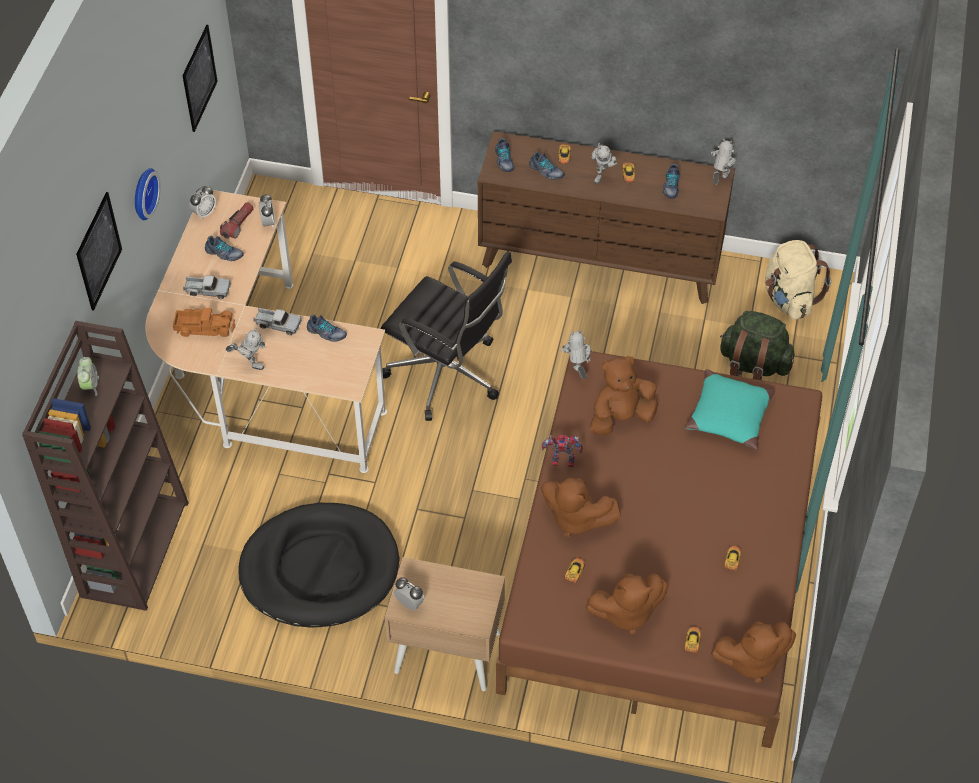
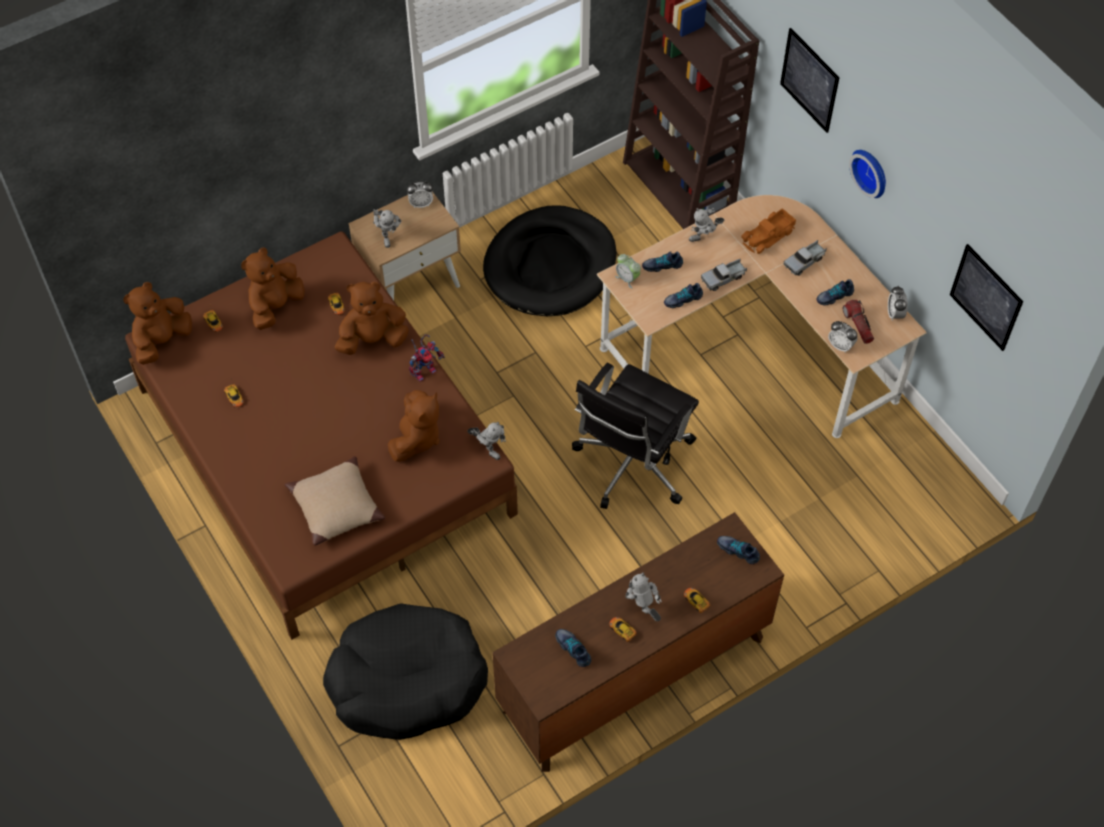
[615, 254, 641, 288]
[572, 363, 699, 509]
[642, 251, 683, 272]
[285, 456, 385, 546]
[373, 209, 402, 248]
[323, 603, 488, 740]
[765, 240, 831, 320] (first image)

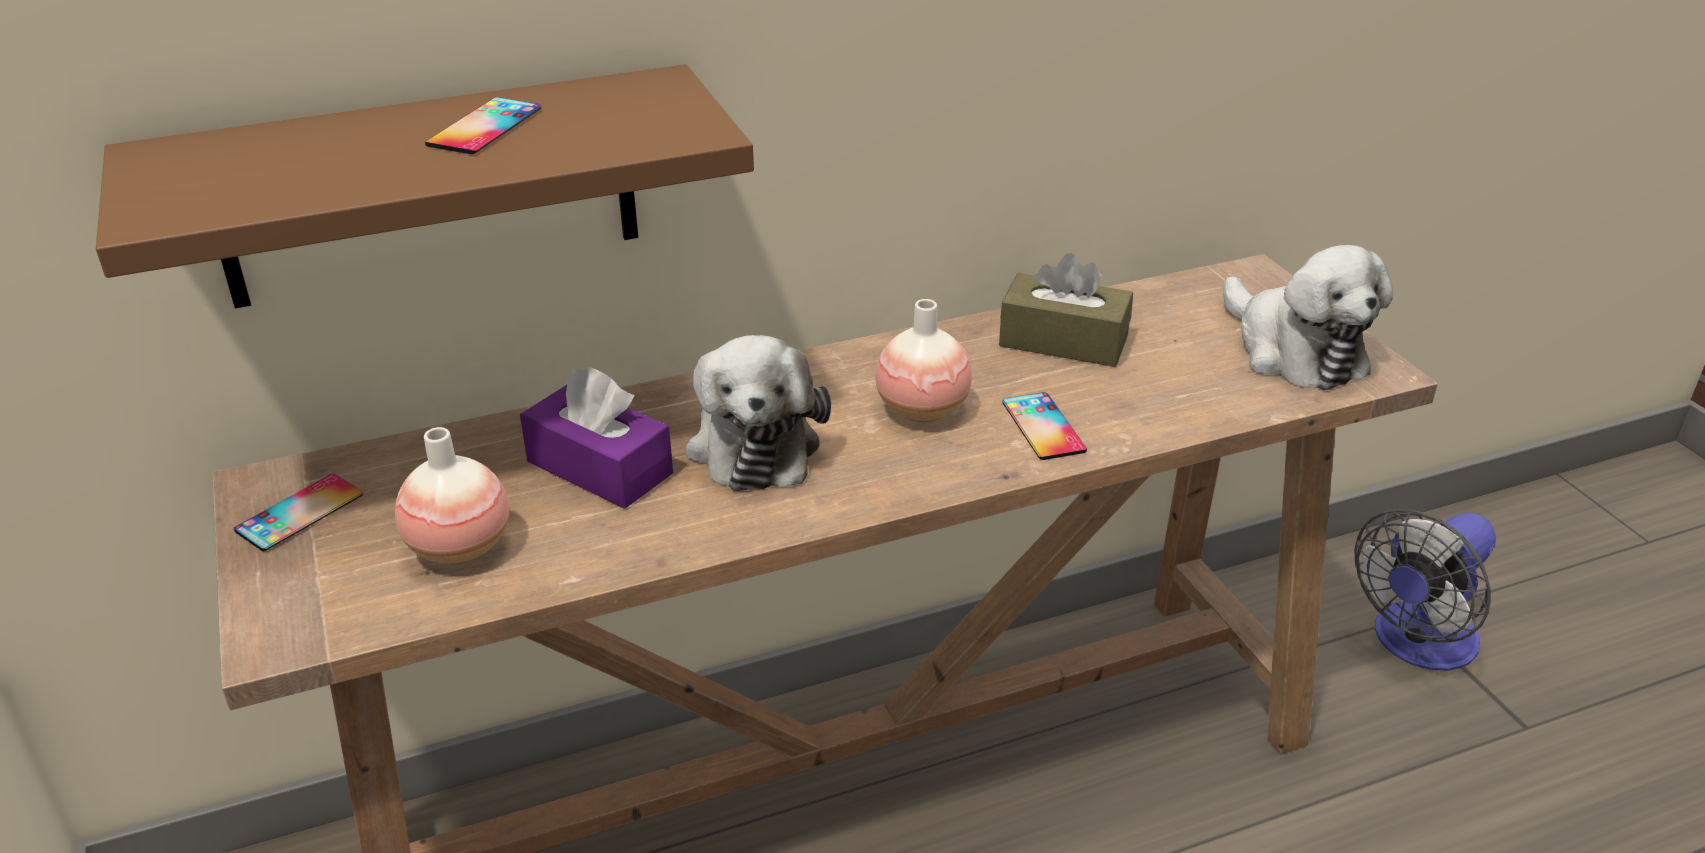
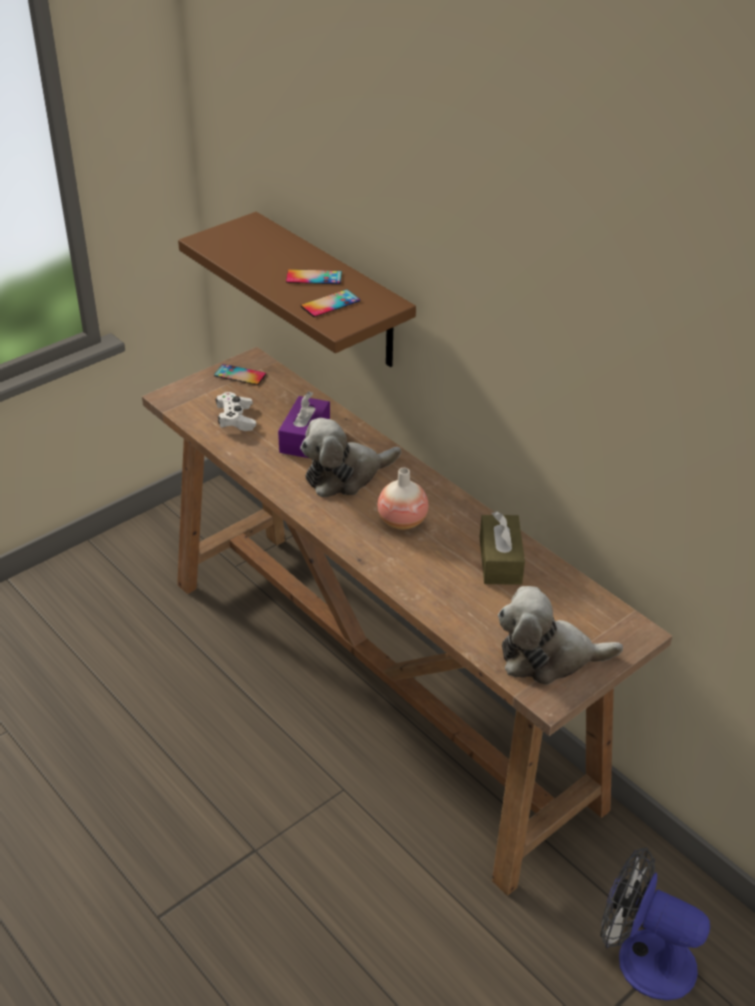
[215, 392, 256, 431]
[301, 289, 360, 317]
[498, 586, 623, 685]

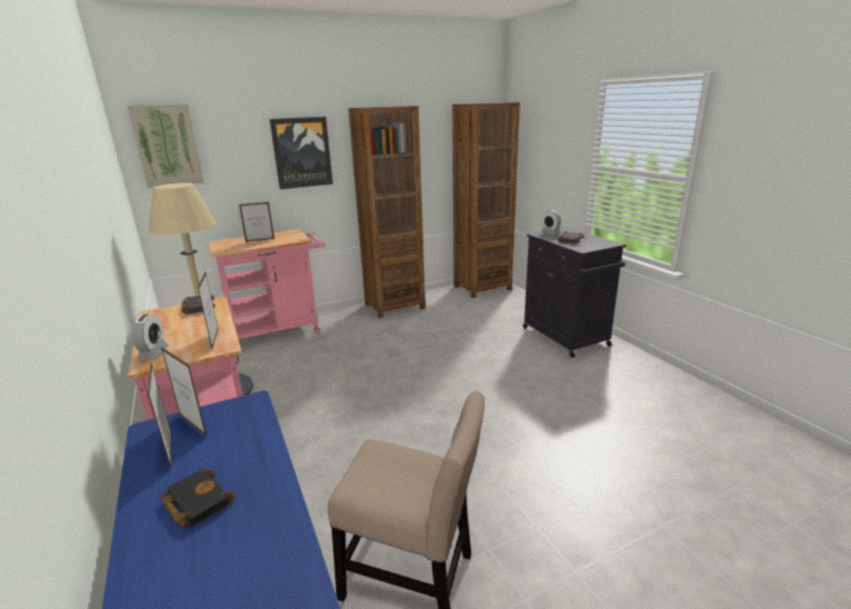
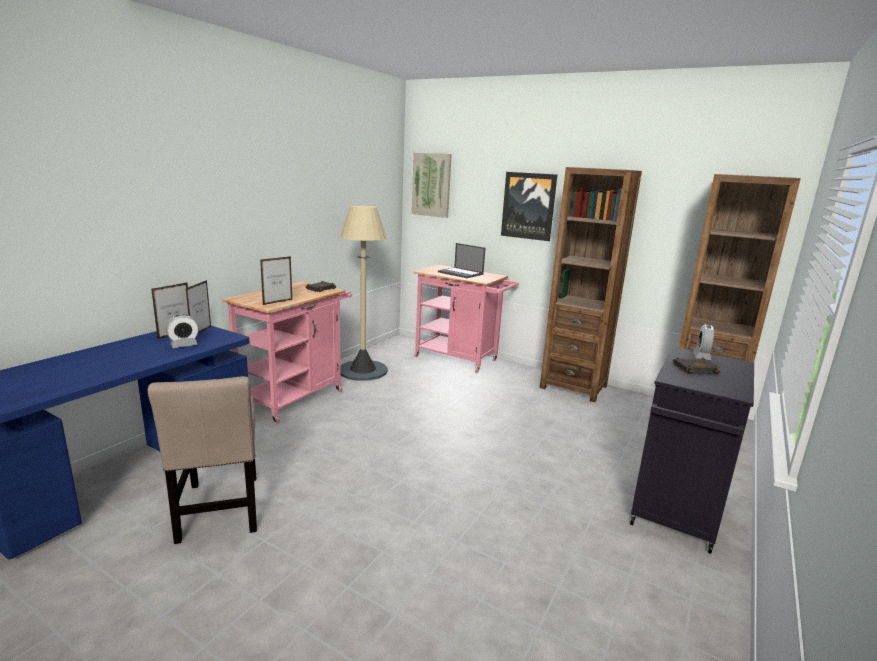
[166, 314, 199, 348]
[160, 469, 235, 528] (first image)
[438, 243, 485, 278]

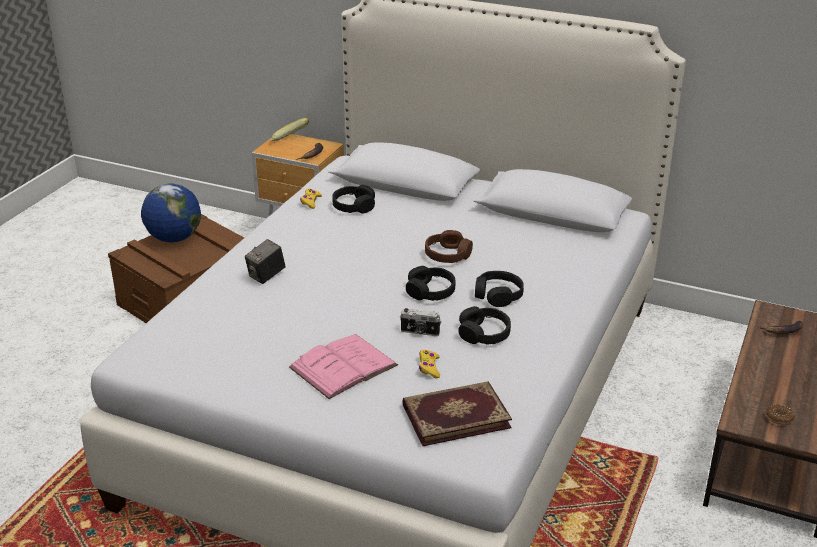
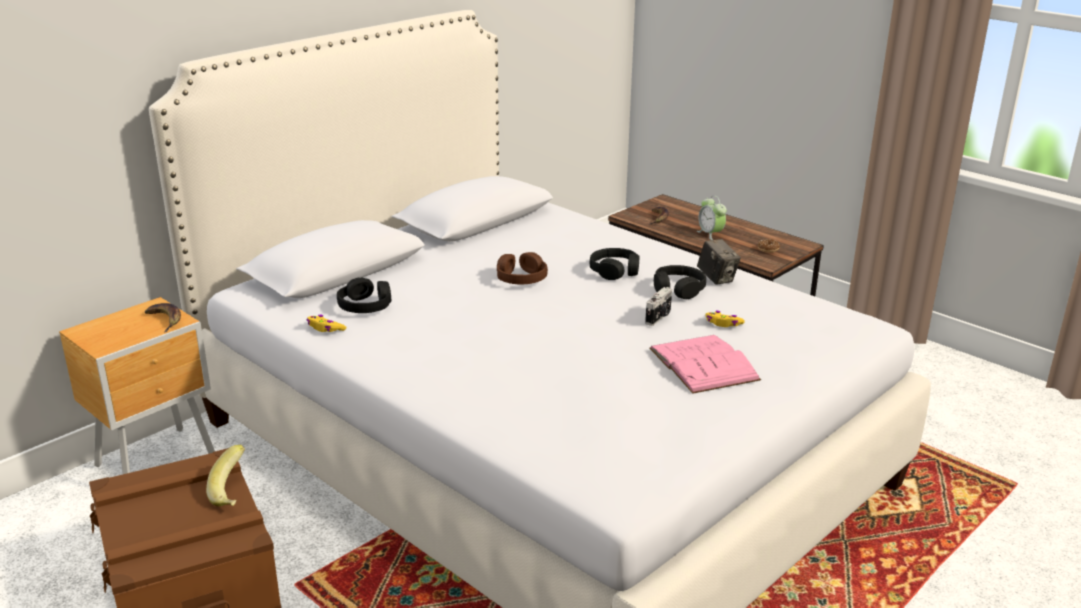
[141, 184, 201, 243] (first image)
[697, 239, 741, 285]
[206, 445, 245, 507]
[403, 381, 512, 446] (first image)
[406, 266, 456, 301] (first image)
[697, 195, 727, 240]

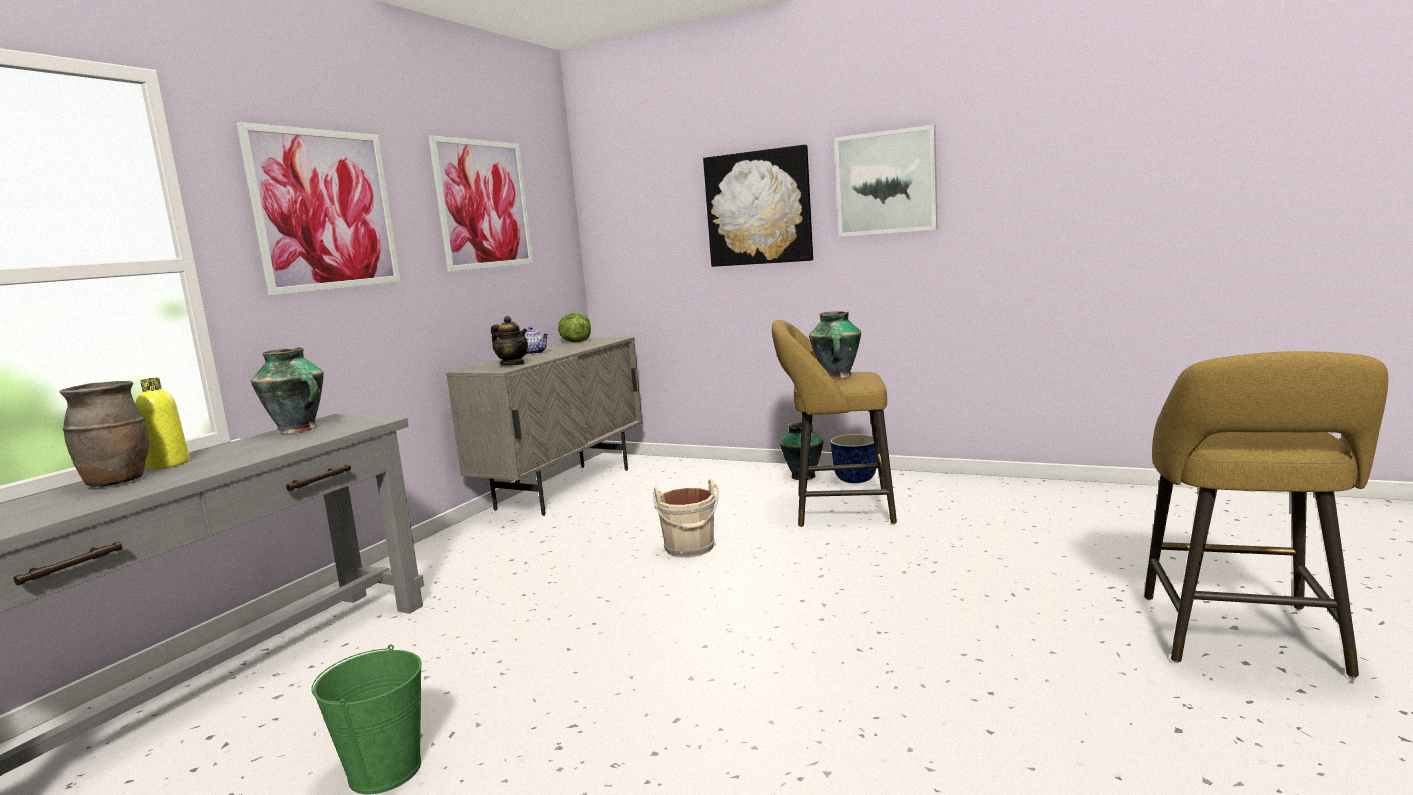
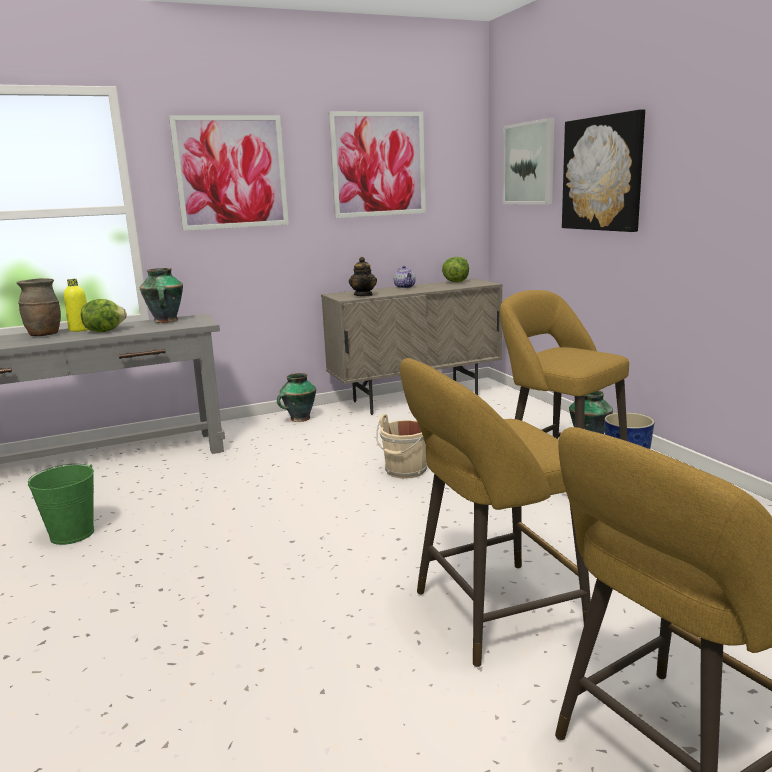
[277, 373, 316, 422]
[503, 118, 554, 205]
[81, 299, 127, 332]
[400, 358, 591, 667]

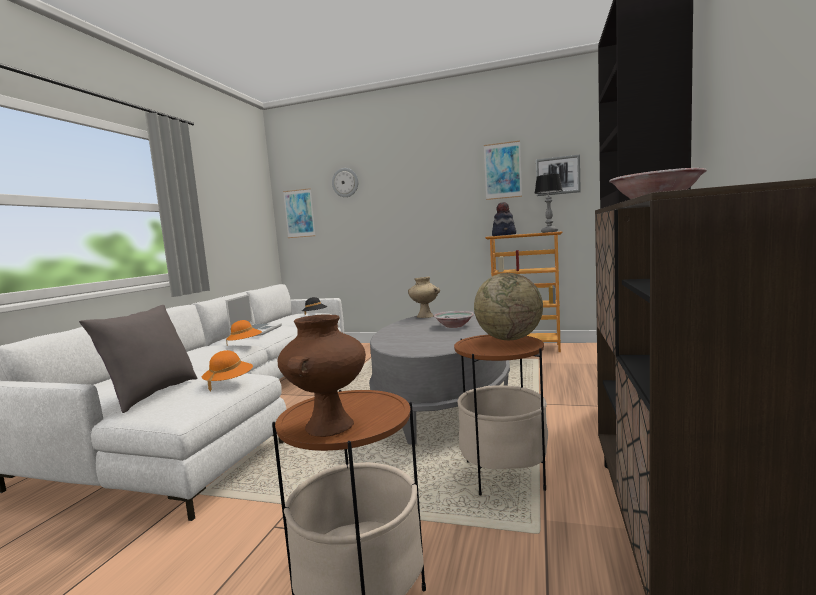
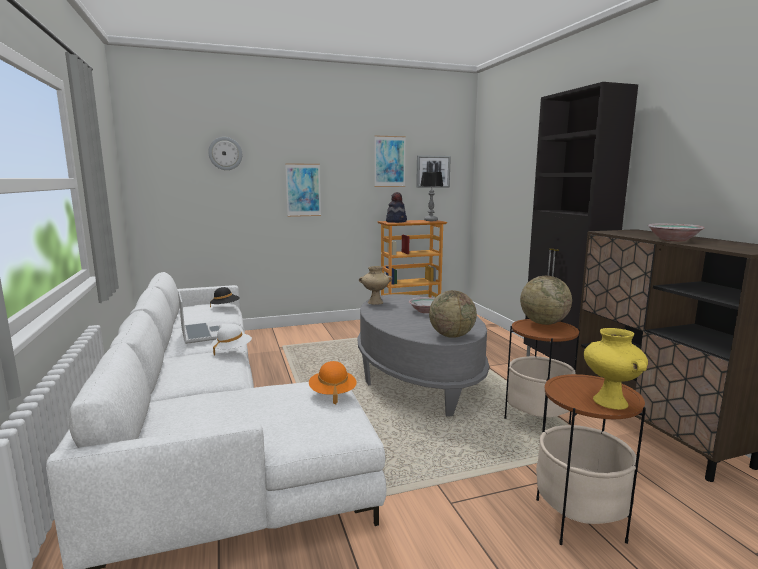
[79, 305, 198, 413] (first image)
[211, 324, 252, 356]
[584, 328, 648, 410]
[285, 163, 321, 217]
[429, 290, 477, 338]

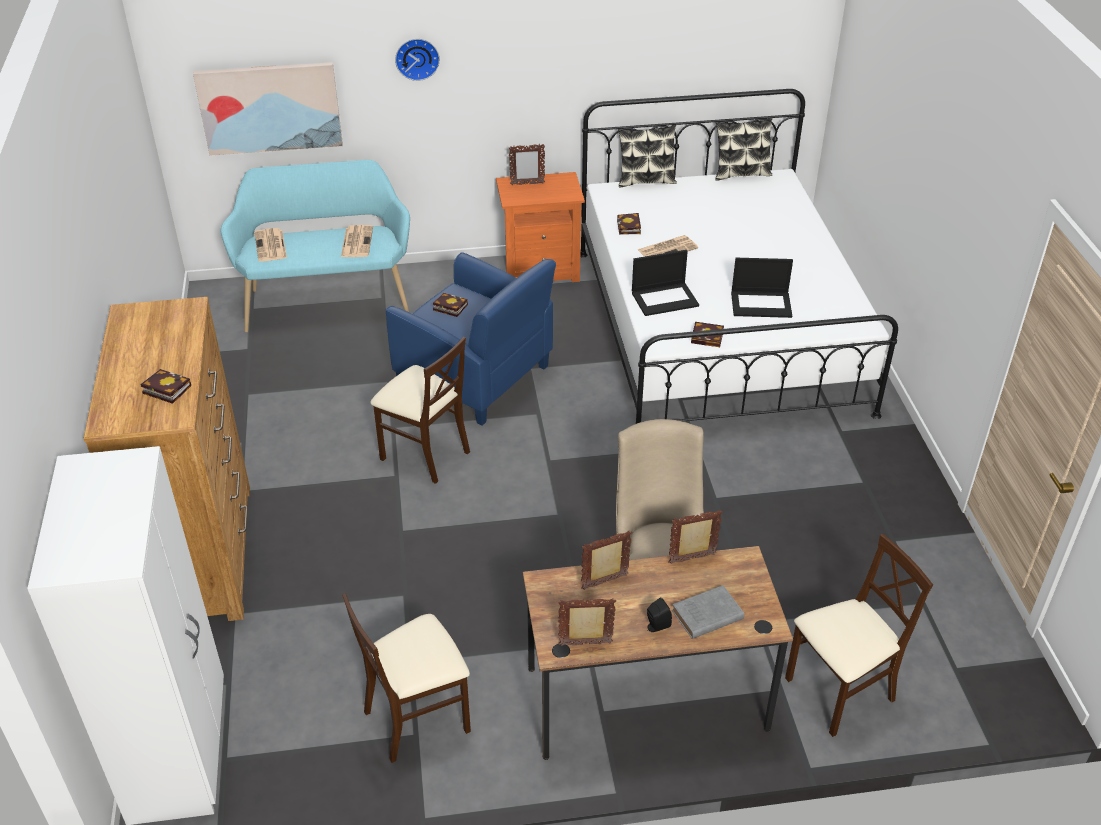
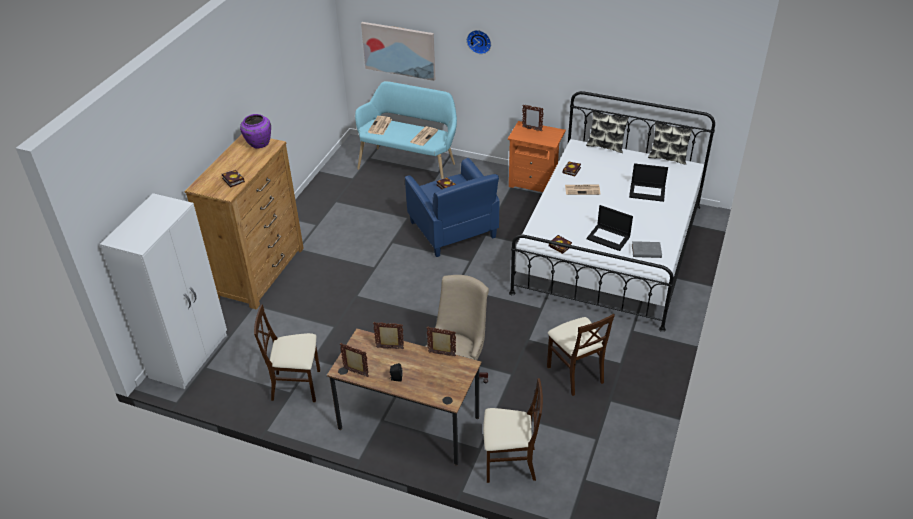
[547, 314, 615, 396]
[629, 163, 668, 202]
[632, 241, 662, 258]
[240, 114, 271, 149]

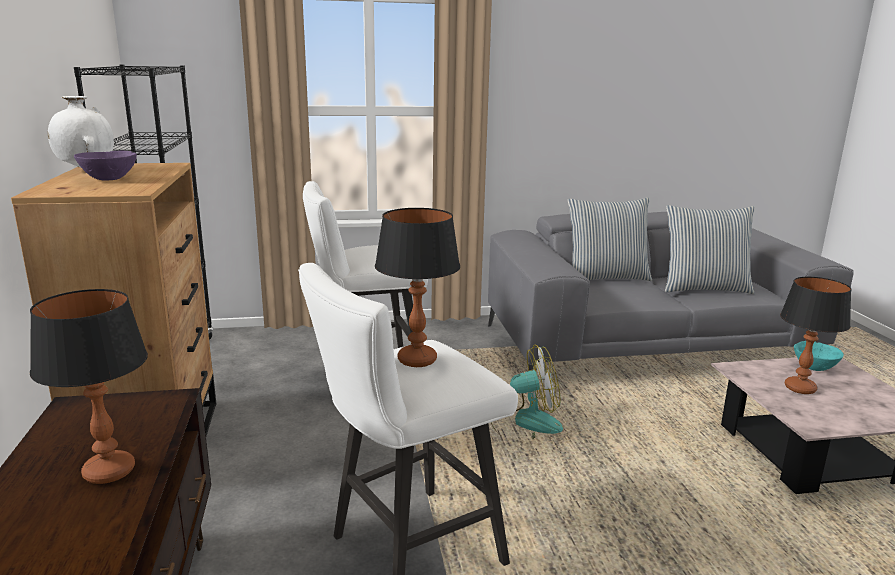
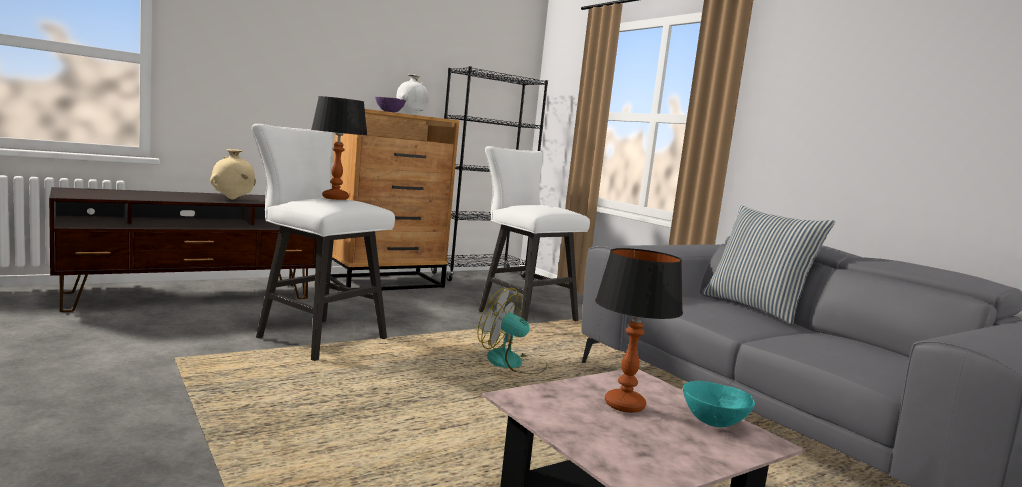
[210, 149, 256, 200]
[477, 288, 547, 374]
[665, 205, 755, 294] (first image)

